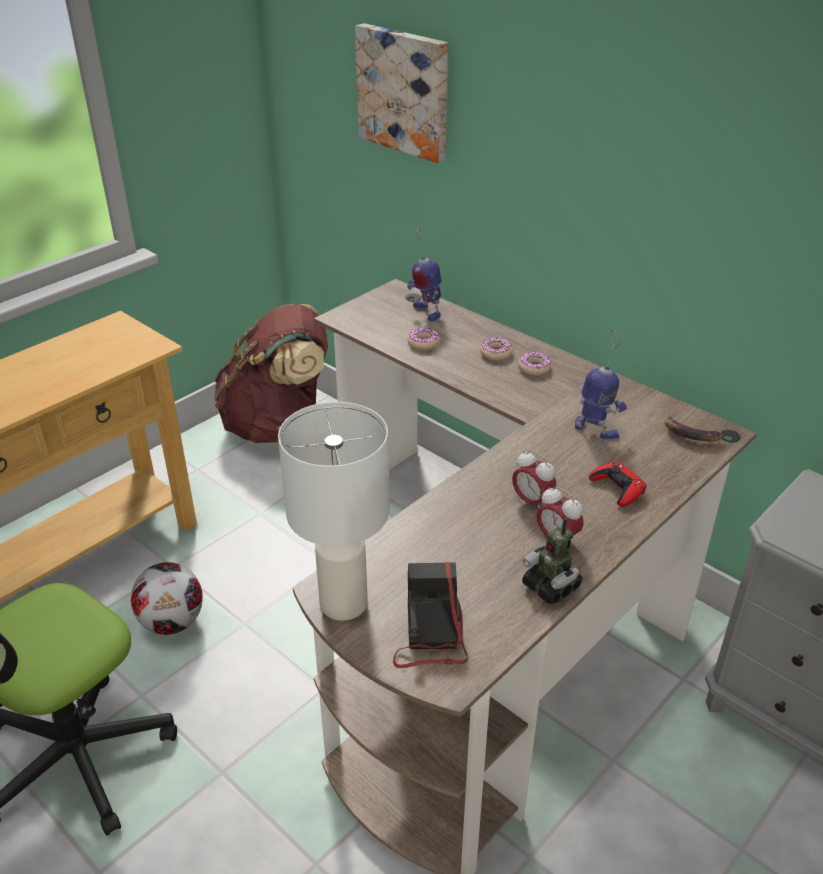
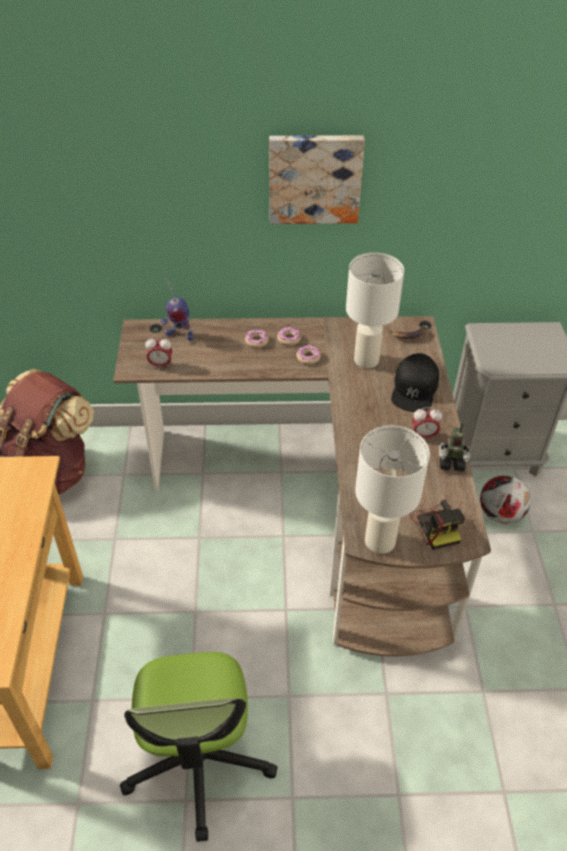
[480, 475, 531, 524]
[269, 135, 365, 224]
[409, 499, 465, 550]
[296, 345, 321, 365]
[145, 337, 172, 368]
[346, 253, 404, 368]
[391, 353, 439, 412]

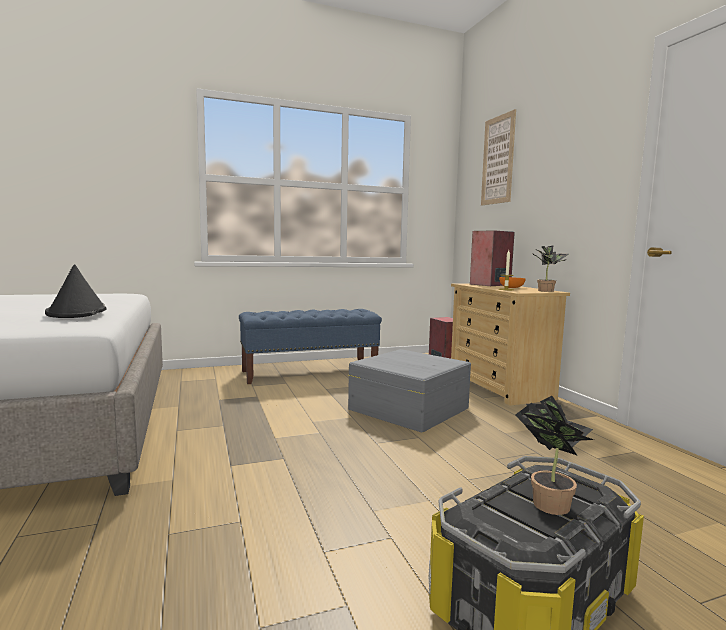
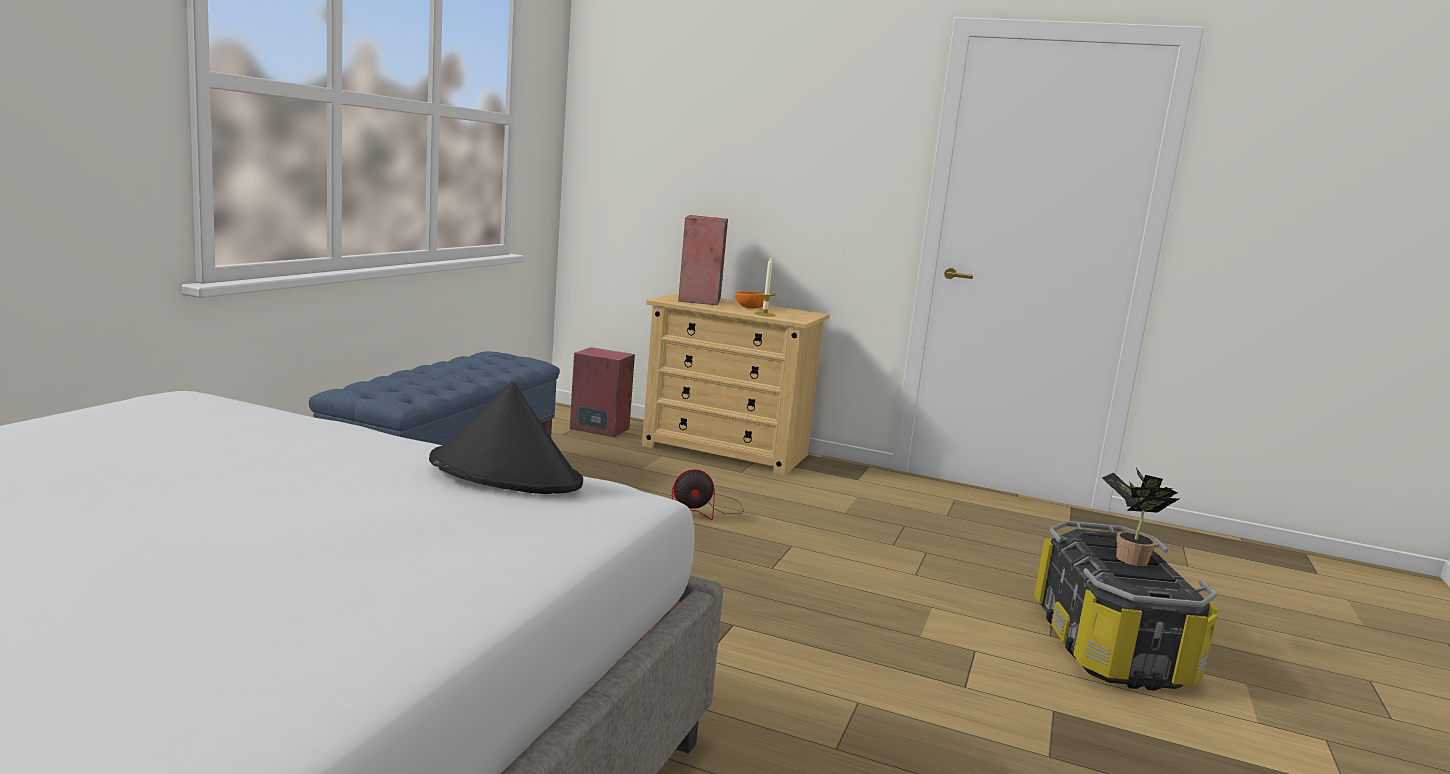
[672, 469, 744, 520]
[481, 109, 516, 206] (first image)
[532, 245, 569, 292] (first image)

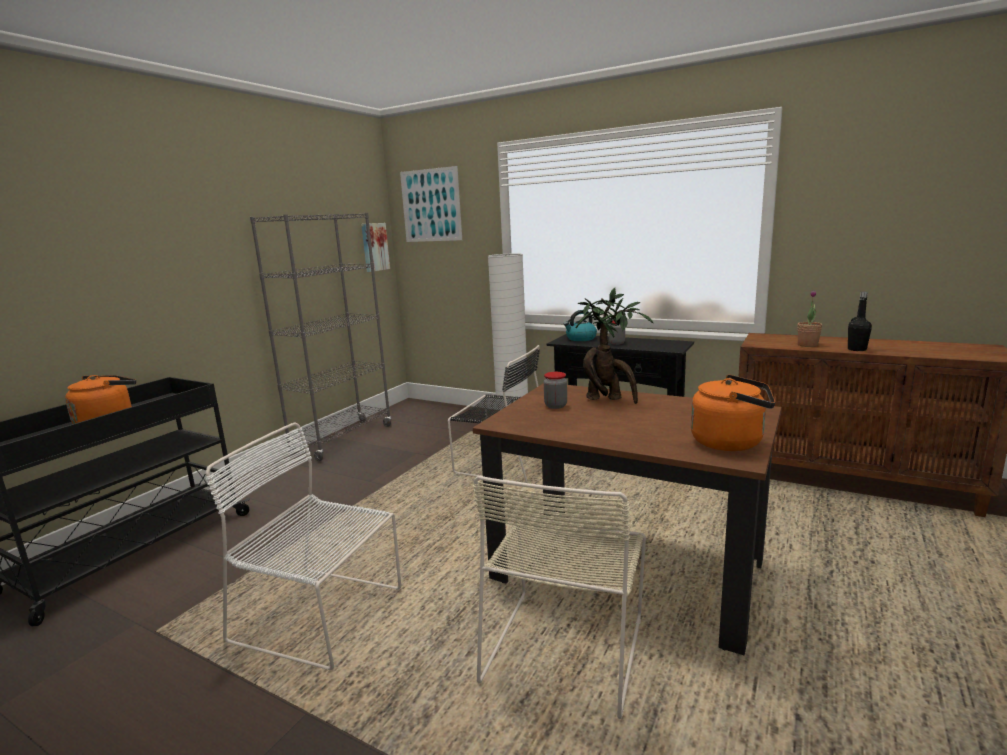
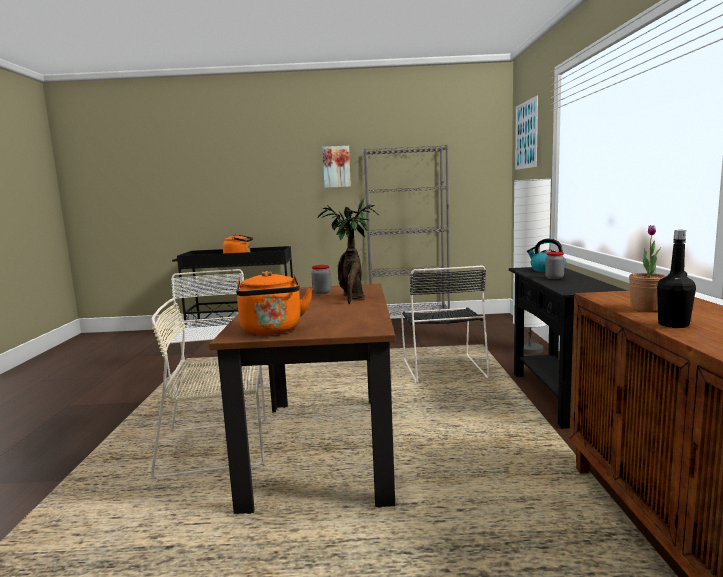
[322, 146, 351, 188]

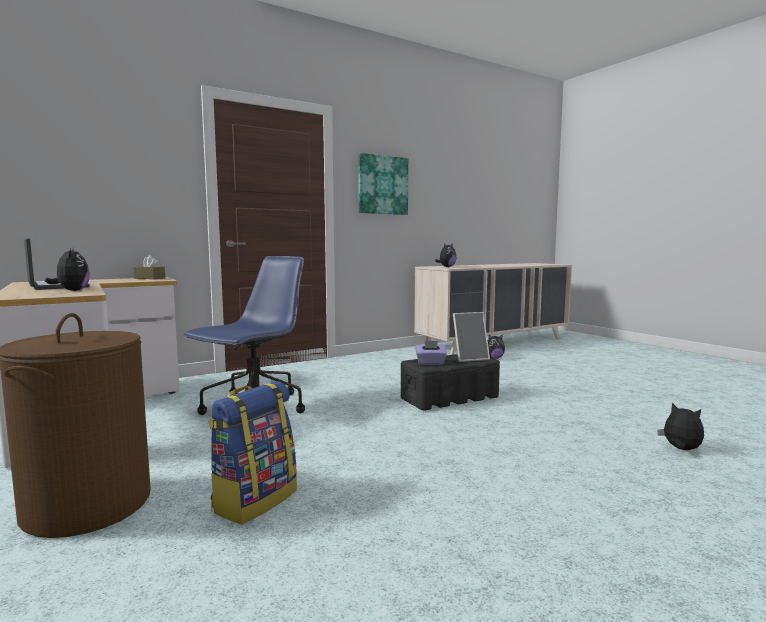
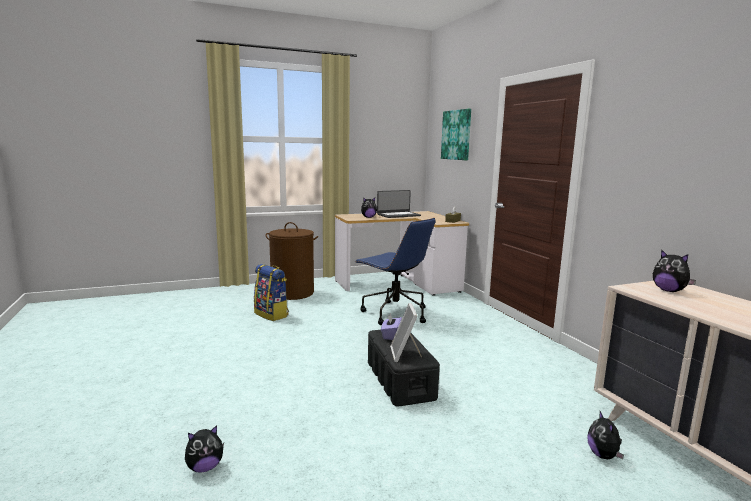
[441, 109, 471, 160]

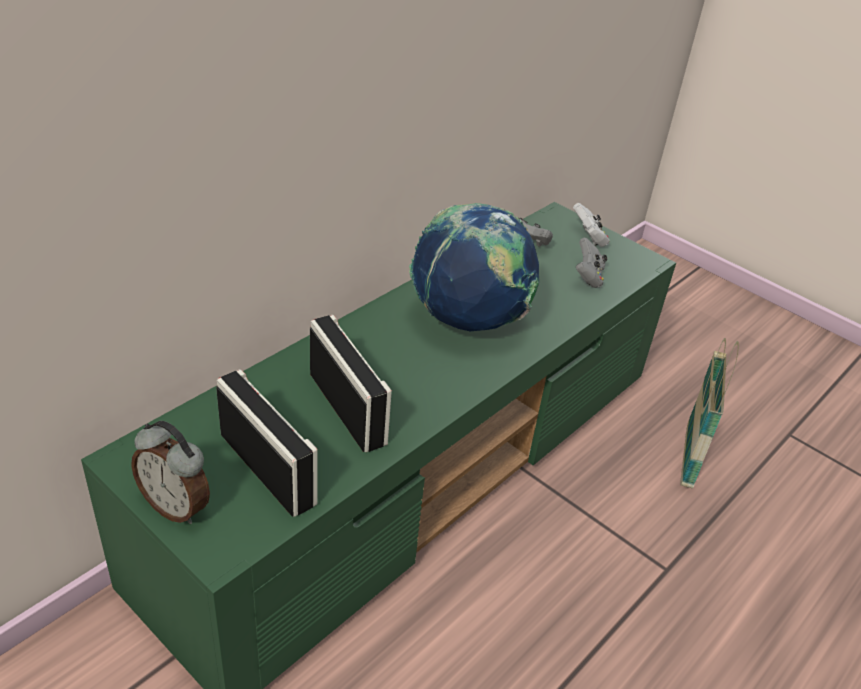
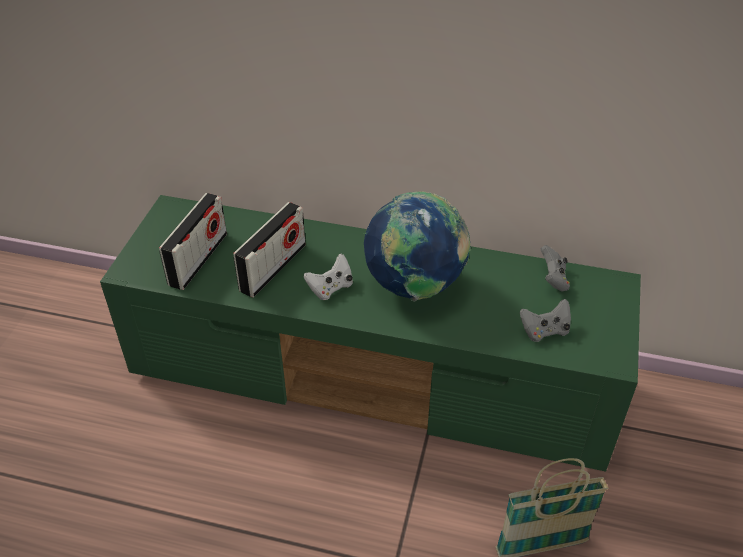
[131, 421, 210, 524] (first image)
[304, 254, 353, 300]

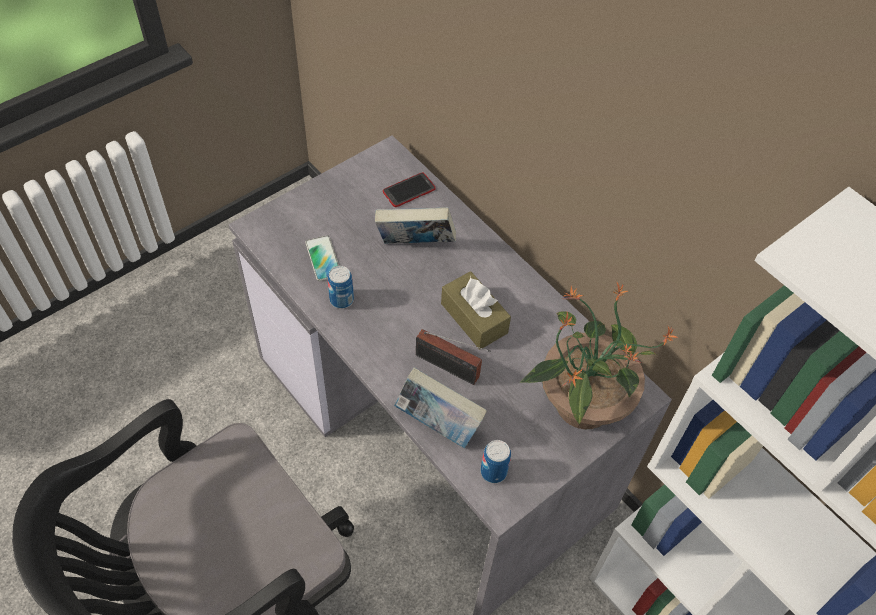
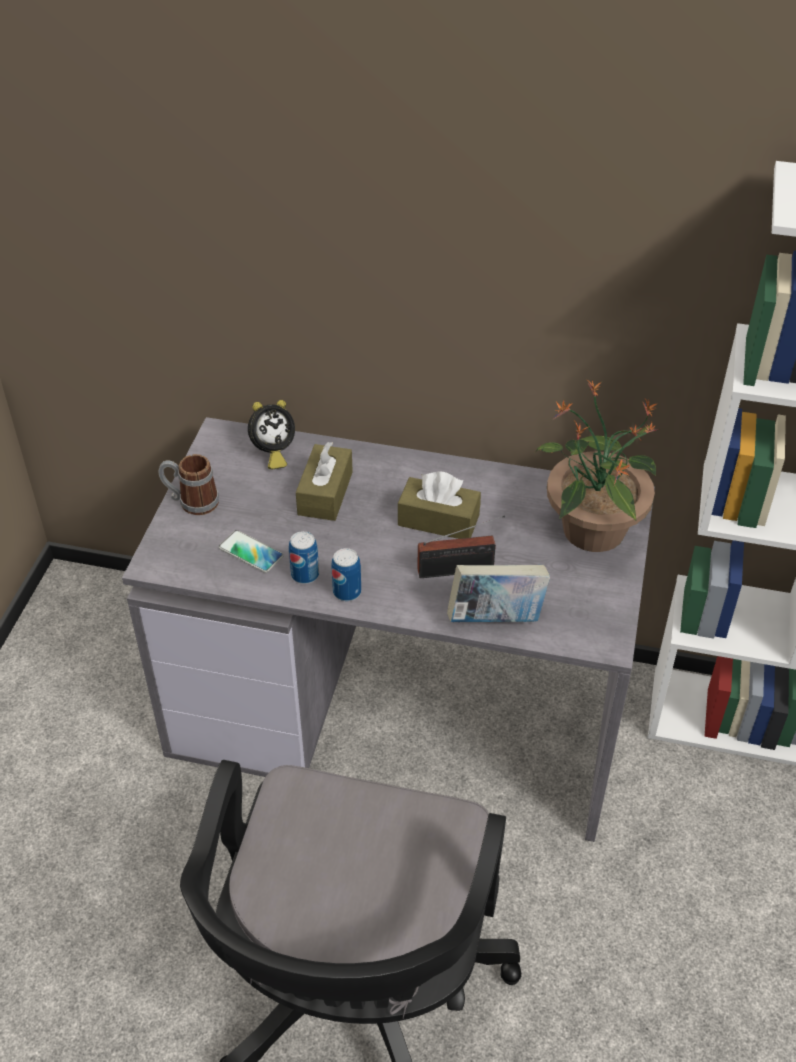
[296, 442, 353, 521]
[248, 400, 295, 469]
[331, 548, 361, 601]
[159, 454, 219, 515]

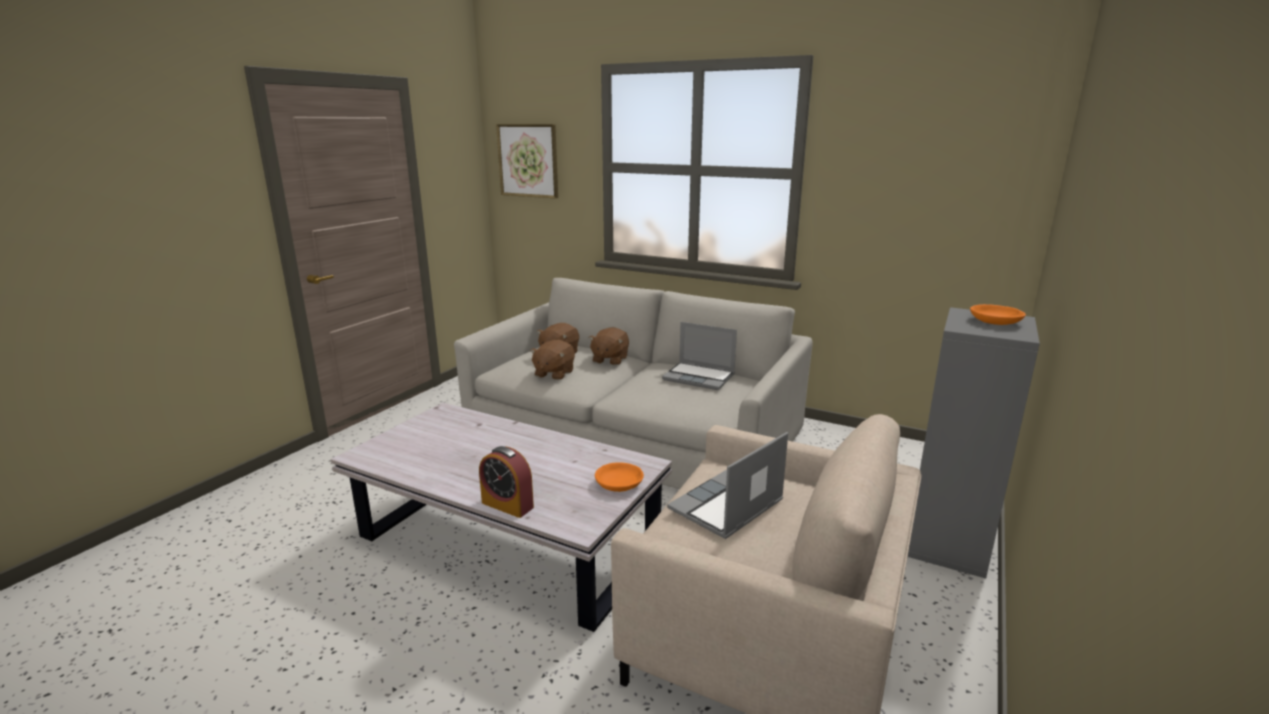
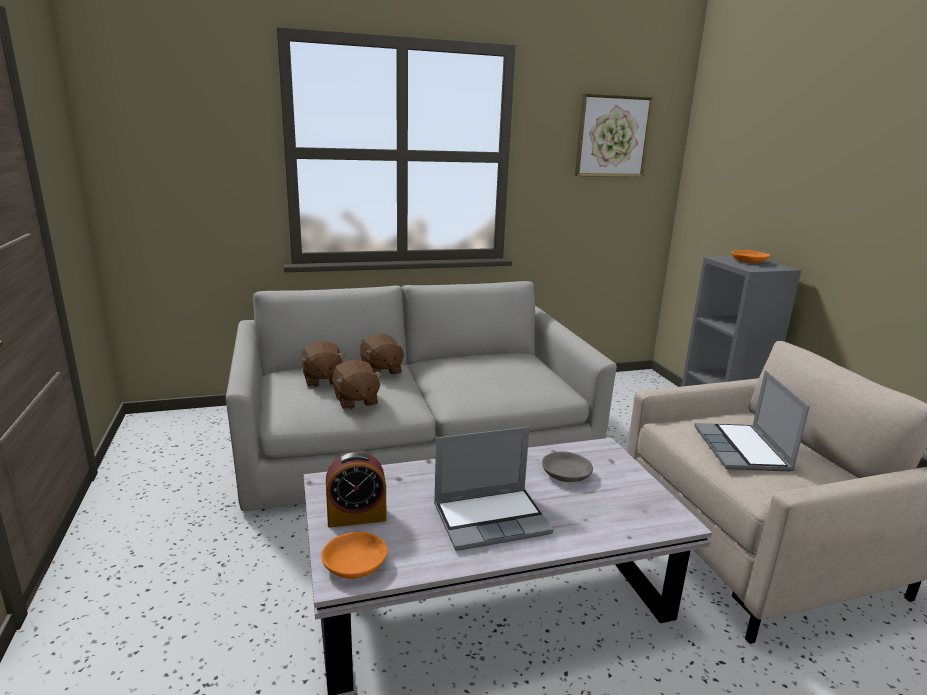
[326, 452, 387, 528]
[575, 93, 654, 177]
[321, 532, 388, 579]
[434, 427, 554, 551]
[542, 452, 593, 482]

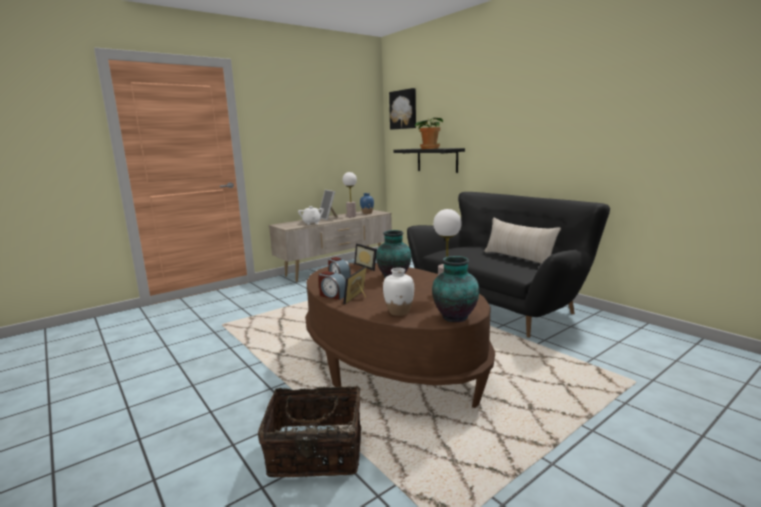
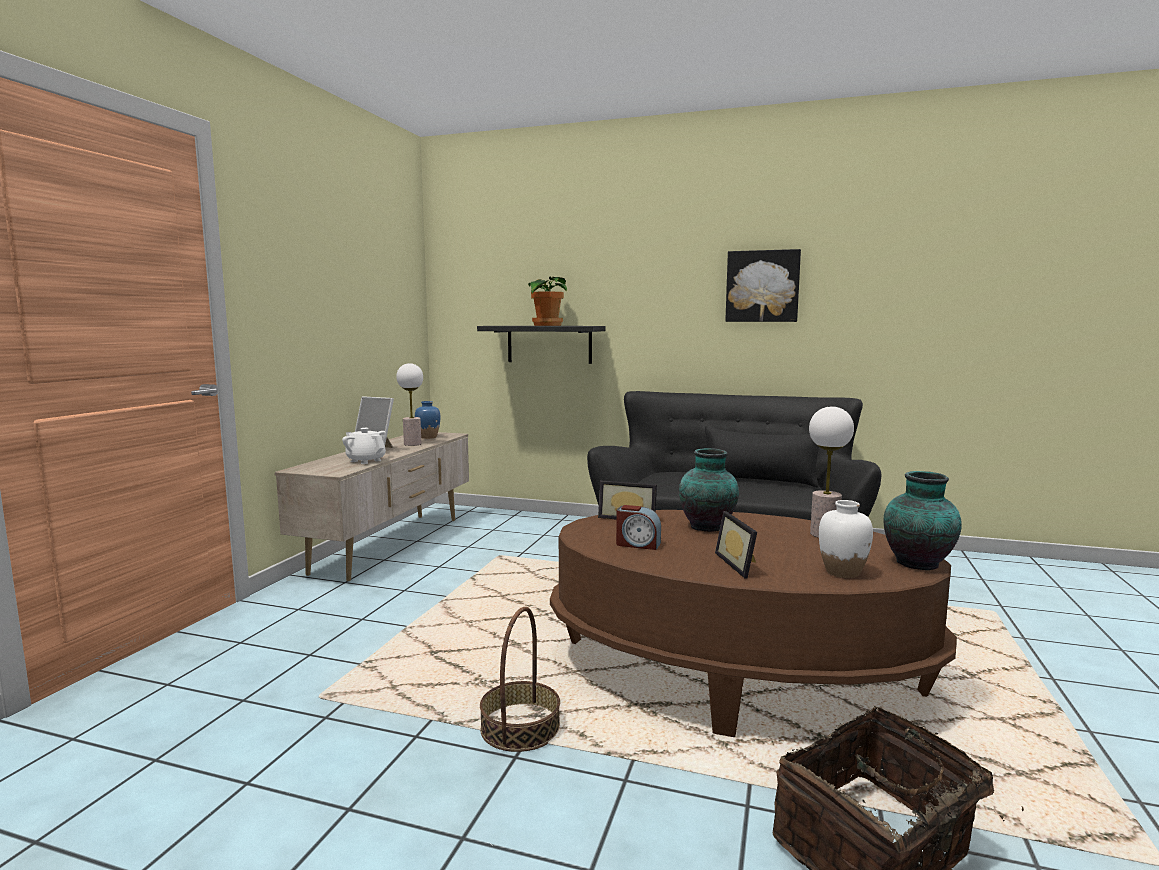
[318, 271, 346, 300] (first image)
[725, 249, 801, 322]
[705, 426, 819, 487]
[480, 607, 560, 752]

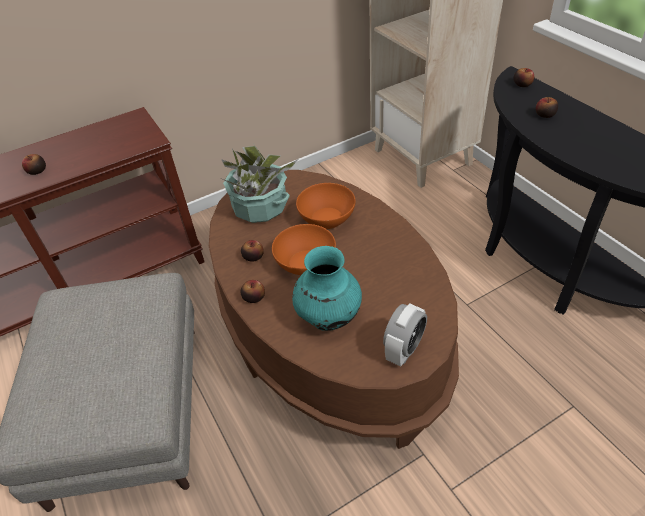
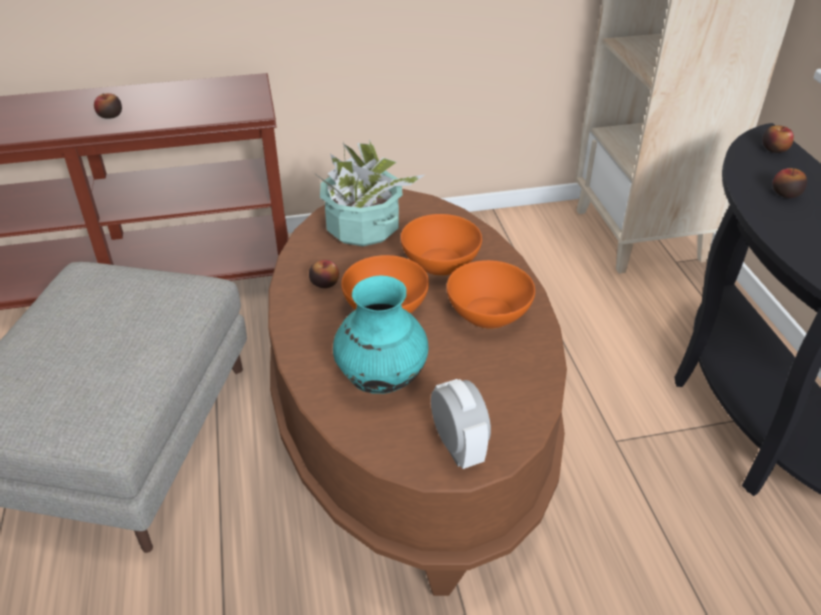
[240, 280, 265, 303] (first image)
[431, 379, 491, 469]
[447, 260, 535, 329]

